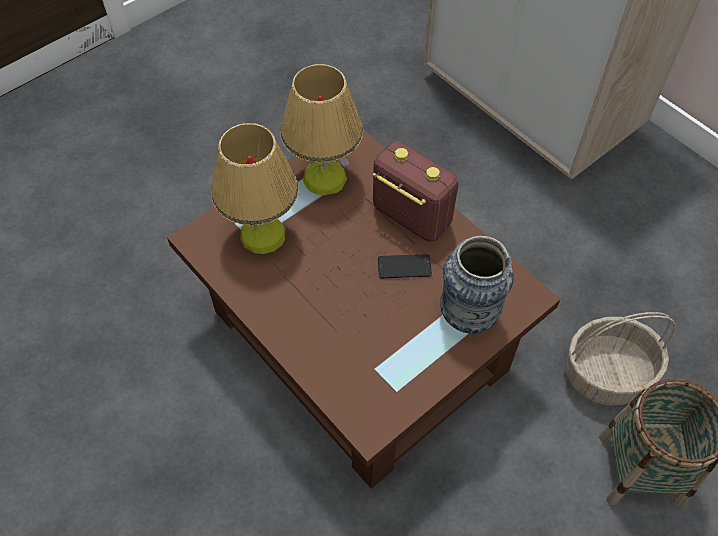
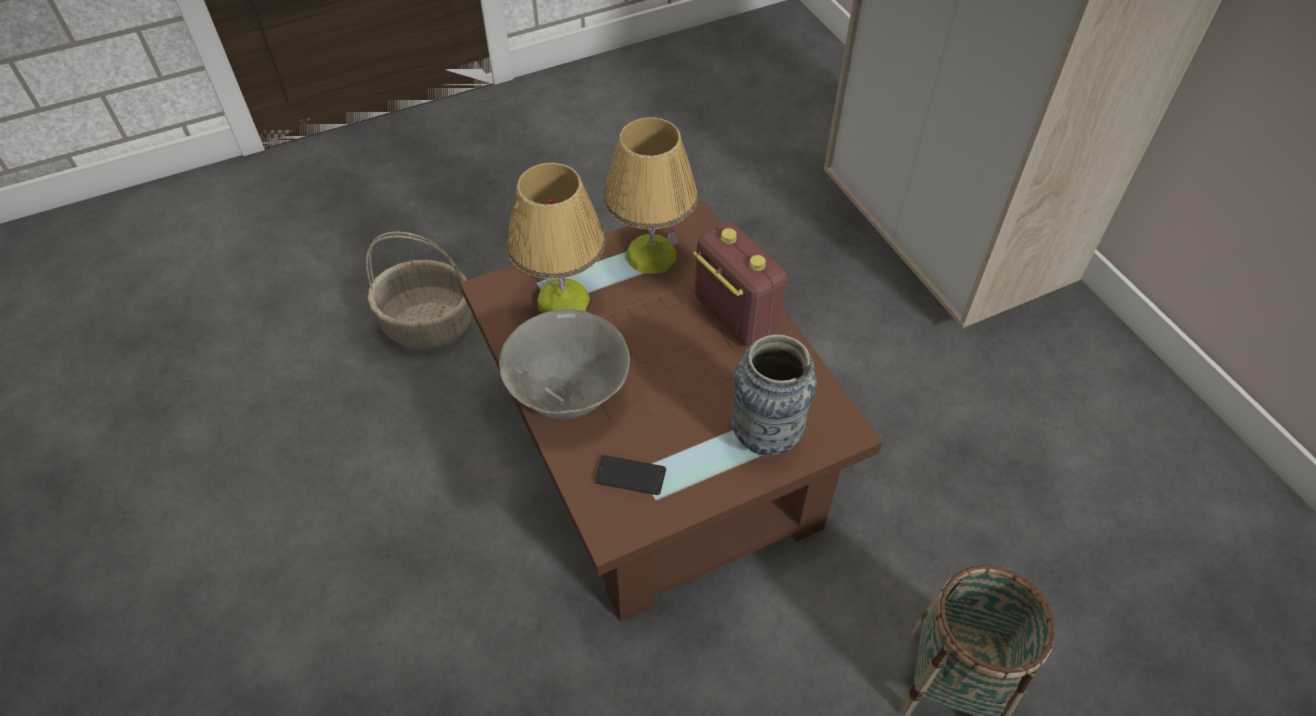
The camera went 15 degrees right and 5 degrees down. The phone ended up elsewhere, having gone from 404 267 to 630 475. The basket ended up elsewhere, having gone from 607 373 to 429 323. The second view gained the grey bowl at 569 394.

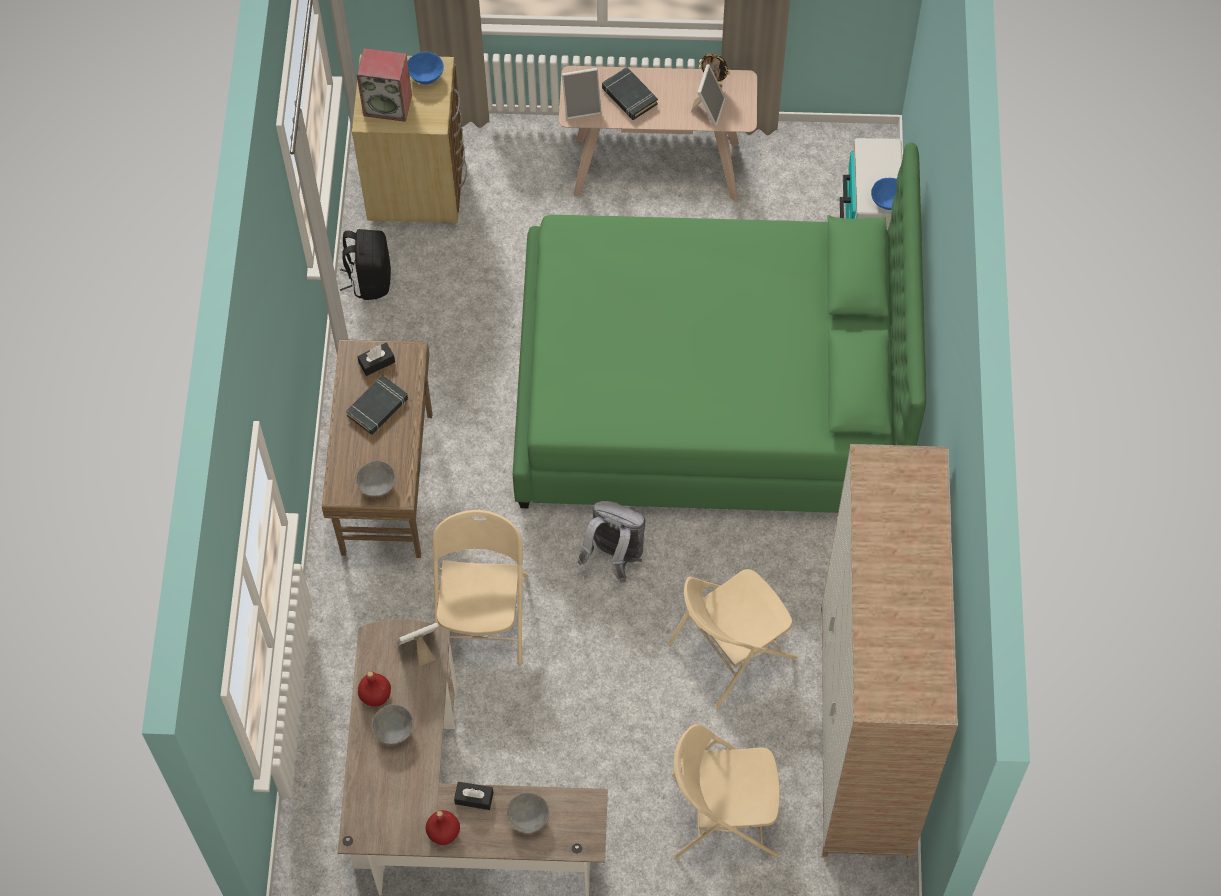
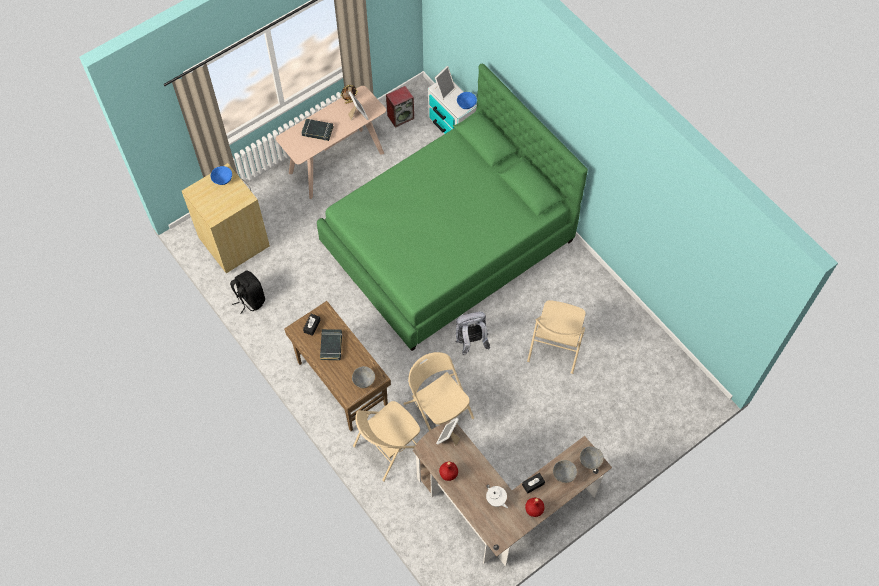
The camera went 40 degrees left and 0 degrees up. The speaker ended up elsewhere, having gone from 388 105 to 400 116. The grey bowl ended up elsewhere, having gone from 394 730 to 590 461. The picture frame ended up elsewhere, having gone from 582 106 to 444 90. The beige chair ended up elsewhere, having gone from 723 814 to 389 446. The second view lost the white wardrobe at 866 732. The second view gained the white teapot at 496 499.

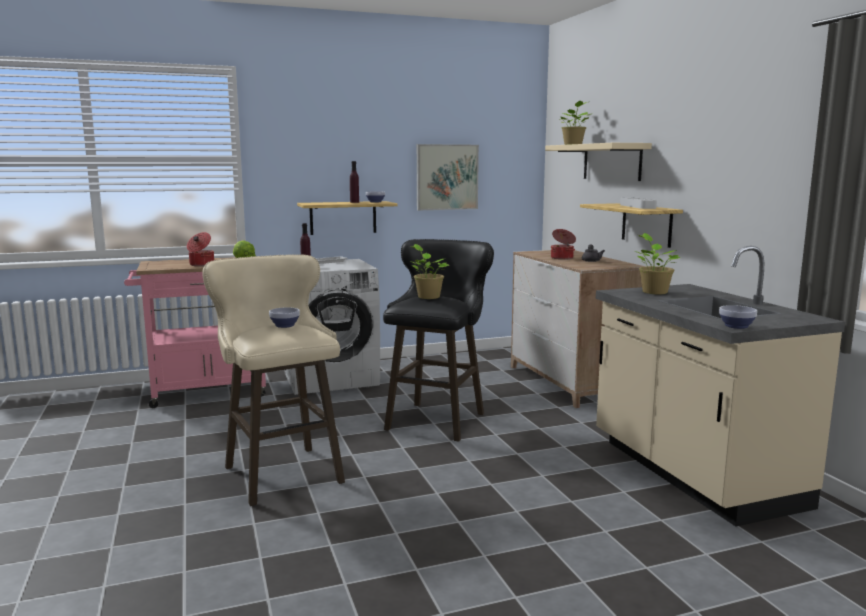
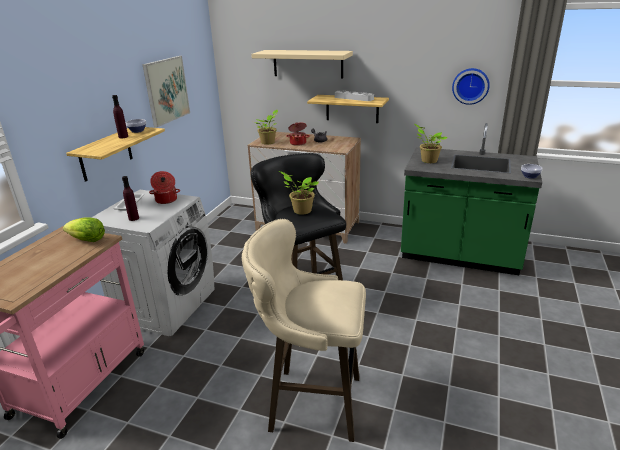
The camera went 50 degrees left and 15 degrees up. The cooking pot ended up elsewhere, having gone from 201 265 to 166 200. The second view lost the bowl at 284 326. The potted plant ended up elsewhere, having gone from 573 145 to 268 142. What was the beige counter at 692 474 turned into the green counter at 459 256. The second view gained the wall clock at 470 86.

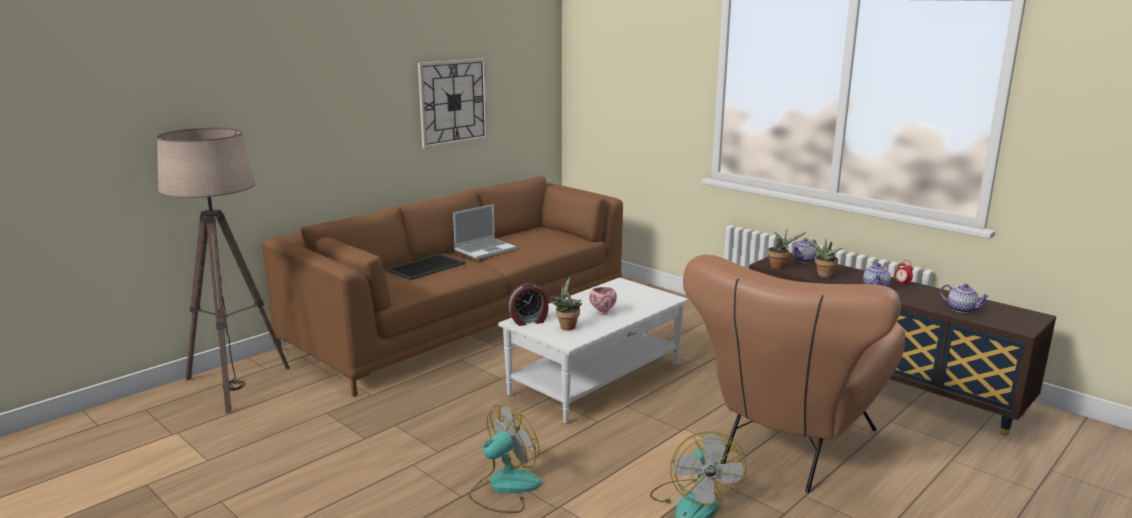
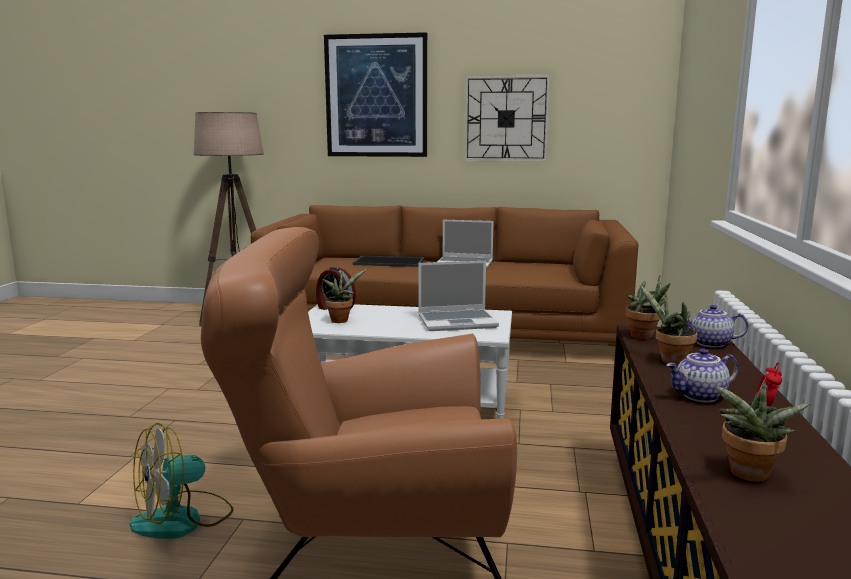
The camera went 55 degrees right and 5 degrees down. The second view lost the fan at 504 488. The second view lost the pink bowl at 603 313. Where the teapot stood at 962 309, the potted plant came to stand at 748 476. The second view gained the picture at 376 96. The second view gained the laptop at 458 322.

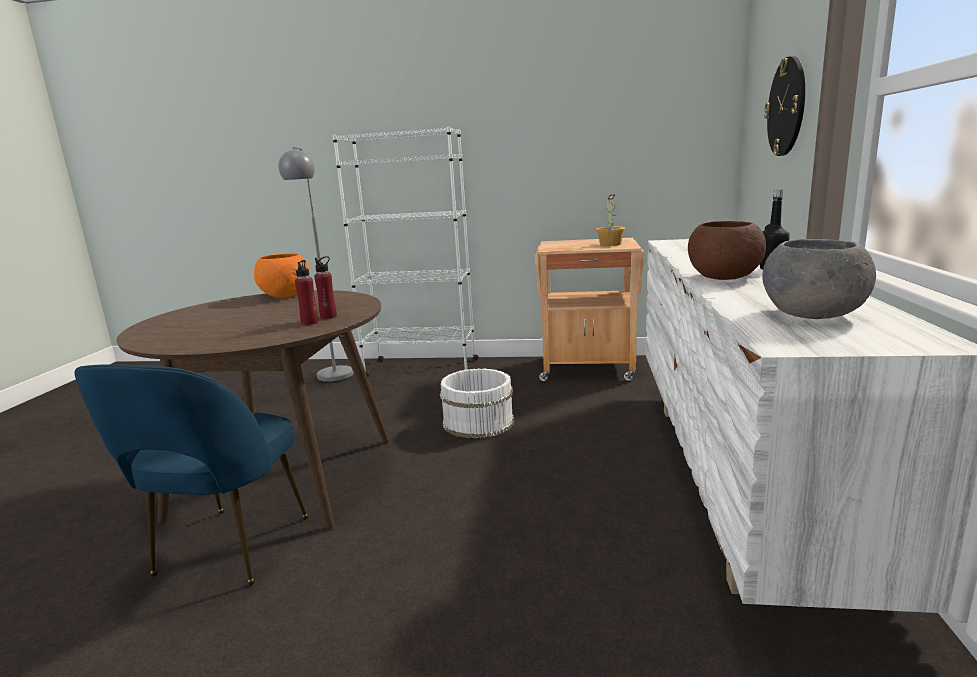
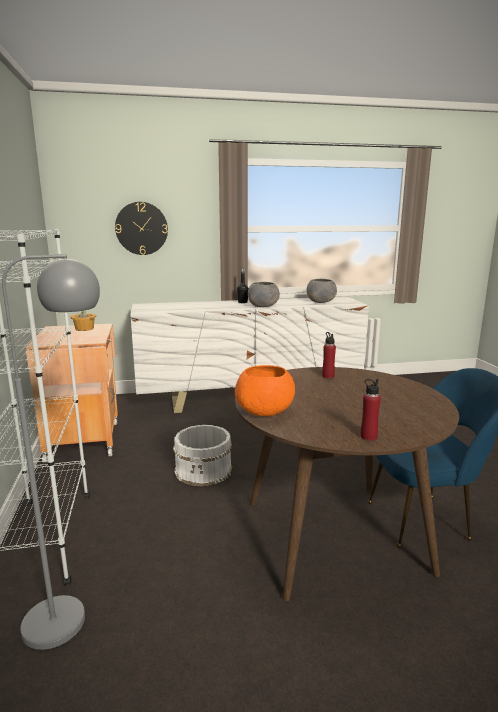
The camera went 110 degrees left and 0 degrees up. The red bottle ended up elsewhere, having gone from 310 323 to 368 436. What was the brown bowl at 724 277 turned into the grey bowl at 263 306.

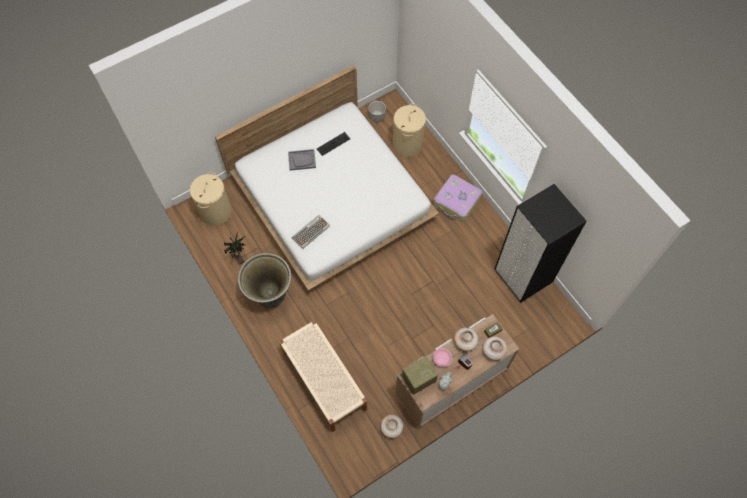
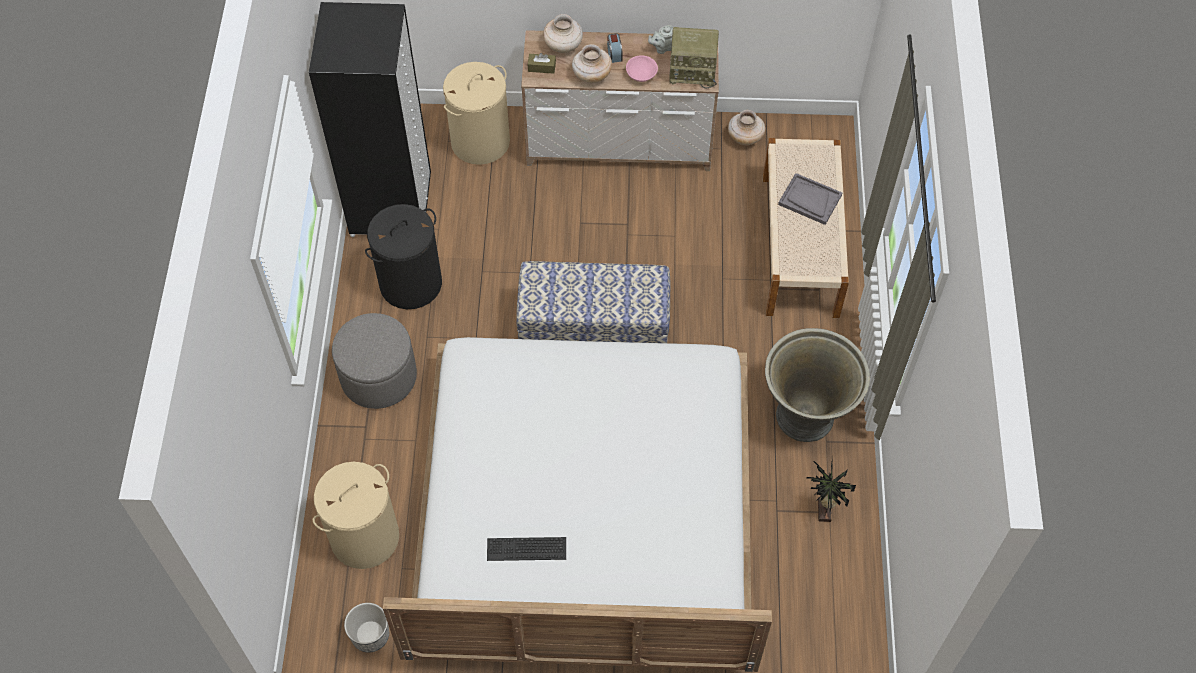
The camera went 145 degrees left and 5 degrees down. The beige laundry basket ended up elsewhere, having gone from 216 211 to 480 142. The grey tray ended up elsewhere, having gone from 302 160 to 809 200. The second view lost the keyboard at 311 231. Where the suitcase stood at 457 202, the grey ottoman came to stand at 378 376. The second view gained the black laundry basket at 410 283. The second view gained the bench at 593 329.

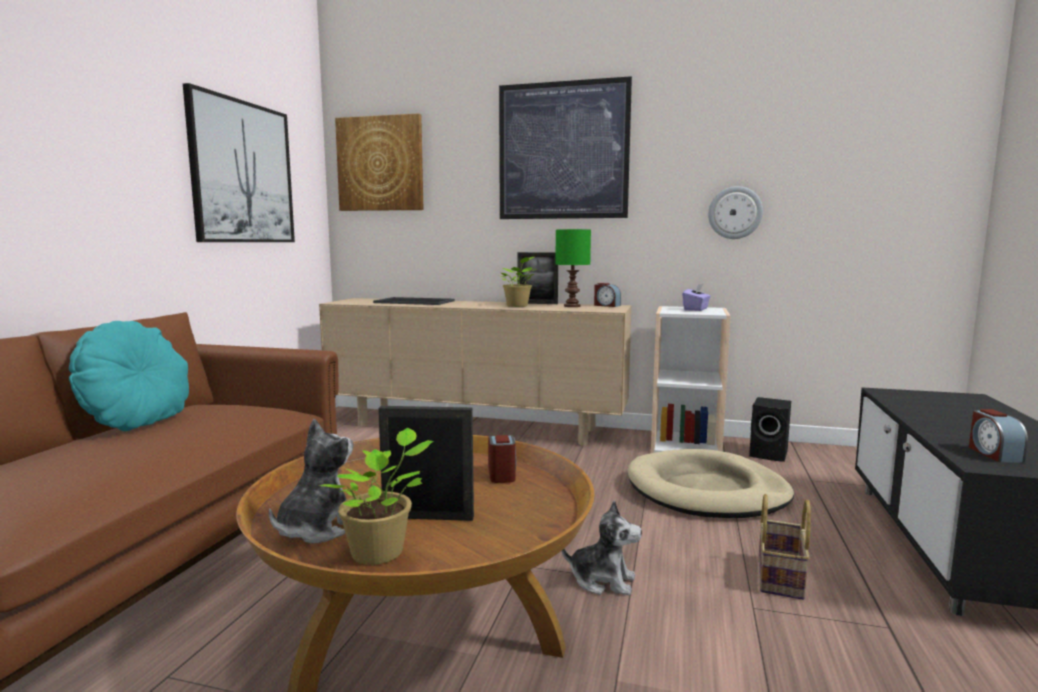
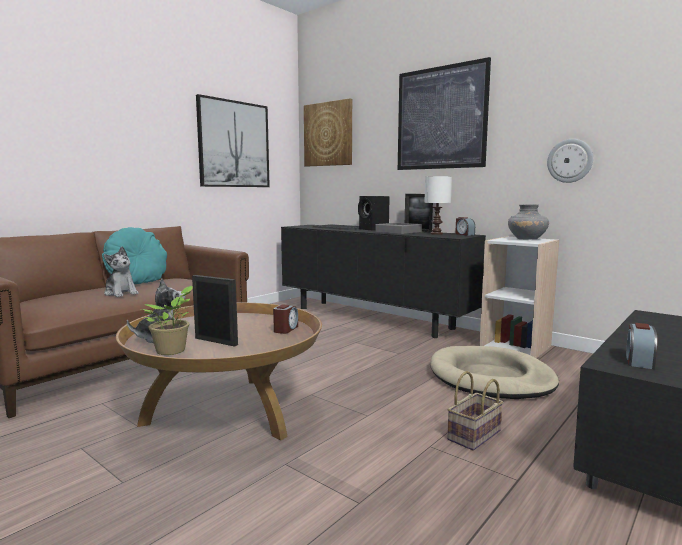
The camera went 25 degrees right and 0 degrees up. What was the beige cabinet at 475 427 turned into the black cabinet at 372 317. Where the potted plant stood at 518 306, the grey tray came to stand at 398 232. What was the green table lamp at 572 306 turned into the white table lamp at 436 234. The plush toy ended up elsewhere, having gone from 602 580 to 121 293. Where the purple tissue box stood at 696 309, the grey vase came to stand at 527 239. The black speaker ended up elsewhere, having gone from 770 454 to 374 229.

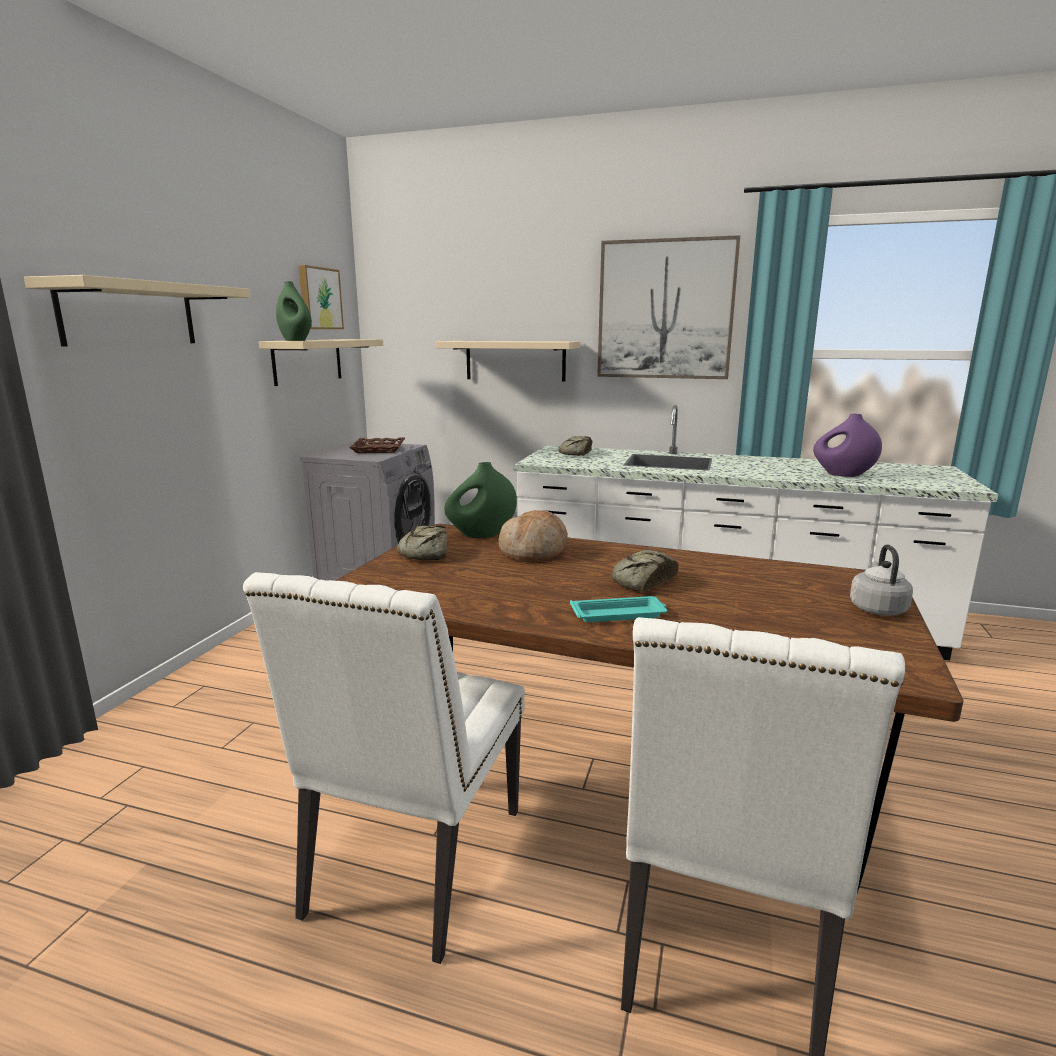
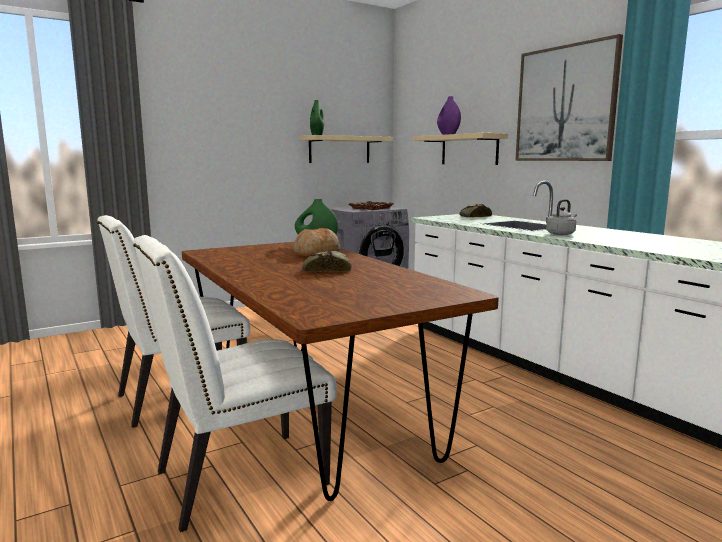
The camera went 40 degrees right and 5 degrees down. The second view lost the beige shelf at 129 314. The second view lost the picture at 319 298. The second view lost the bread at 425 553. The second view lost the turquoise tray at 619 614. The purple vase ended up elsewhere, having gone from 843 475 to 448 134. The grey kettle ended up elsewhere, having gone from 877 608 to 561 234.

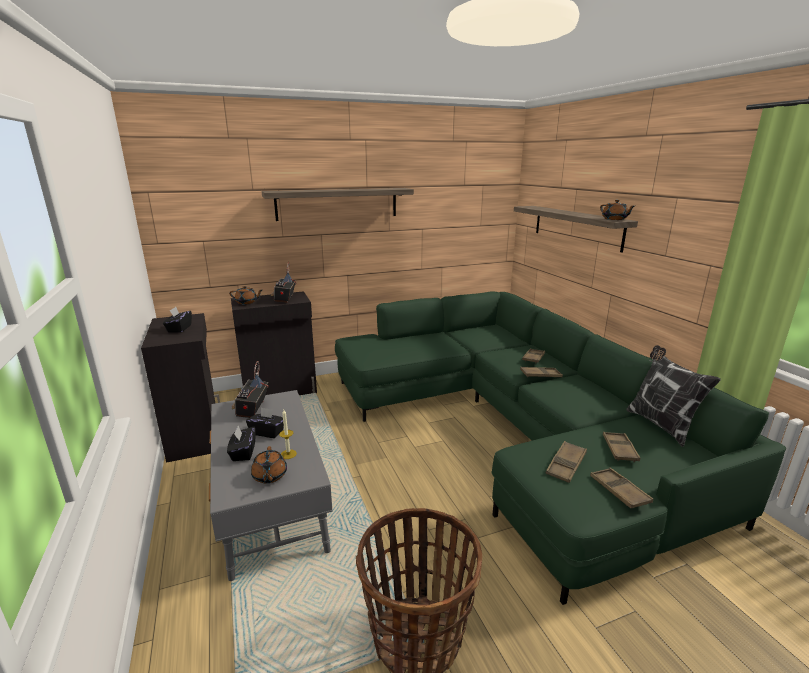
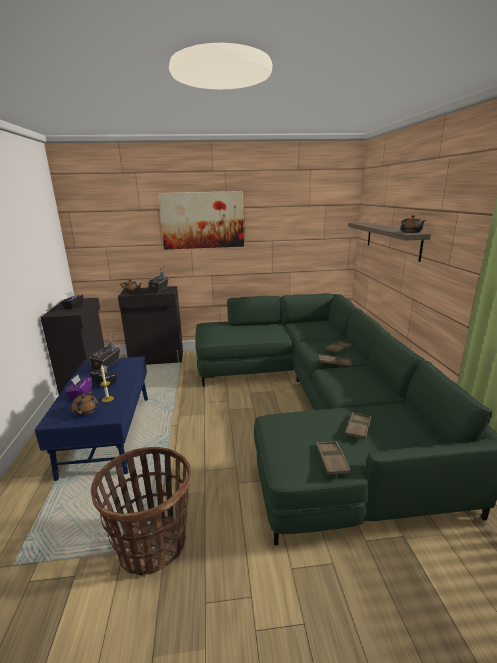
The camera went 15 degrees right and 0 degrees up. What was the grey coffee table at 271 503 turned into the blue coffee table at 108 434. What was the black tissue box at 243 452 turned into the purple tissue box at 80 394. Where the shelf hung at 337 203, the picture came to hang at 202 220. The second view lost the brown tray at 566 465. The second view lost the pillow at 660 424.

